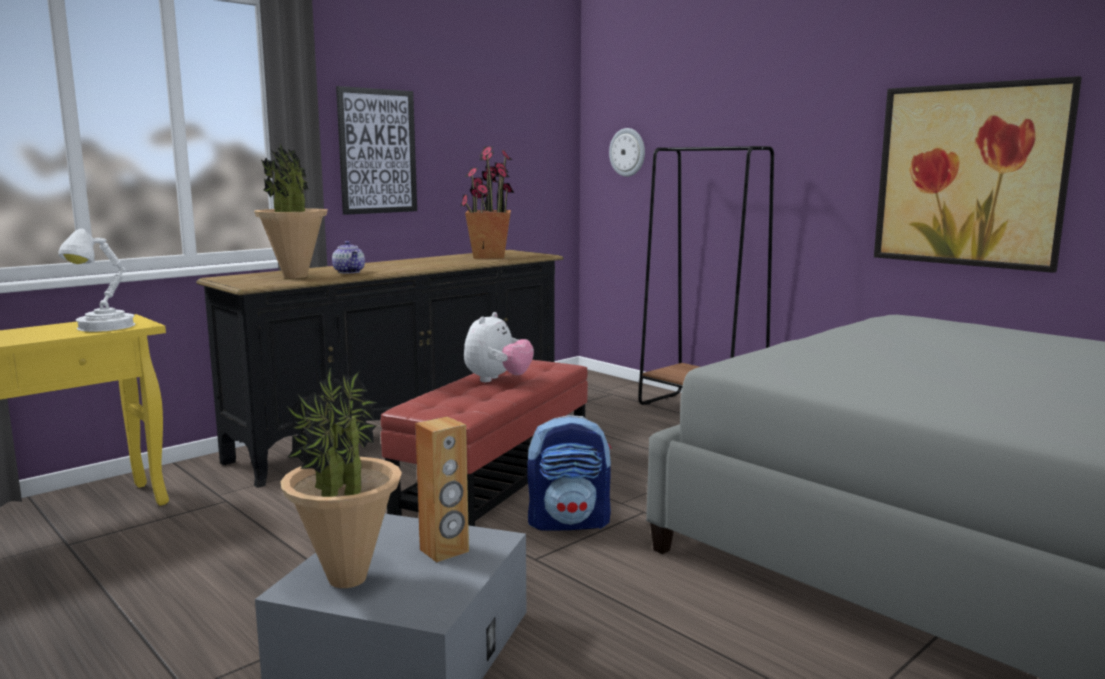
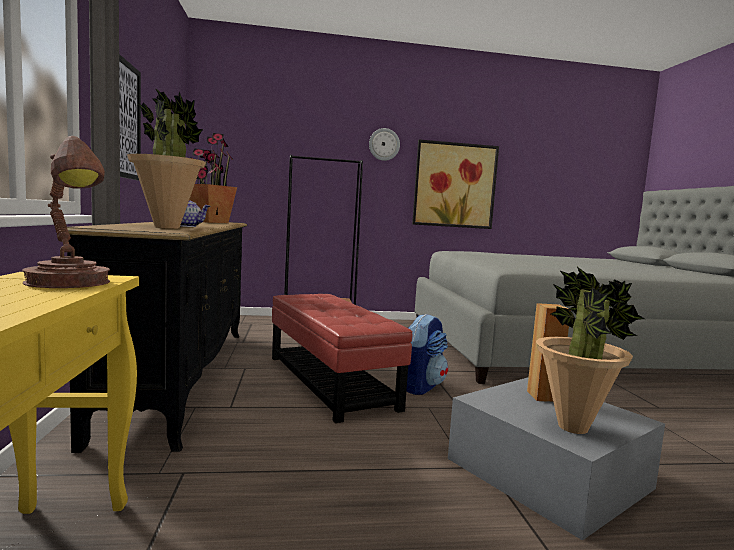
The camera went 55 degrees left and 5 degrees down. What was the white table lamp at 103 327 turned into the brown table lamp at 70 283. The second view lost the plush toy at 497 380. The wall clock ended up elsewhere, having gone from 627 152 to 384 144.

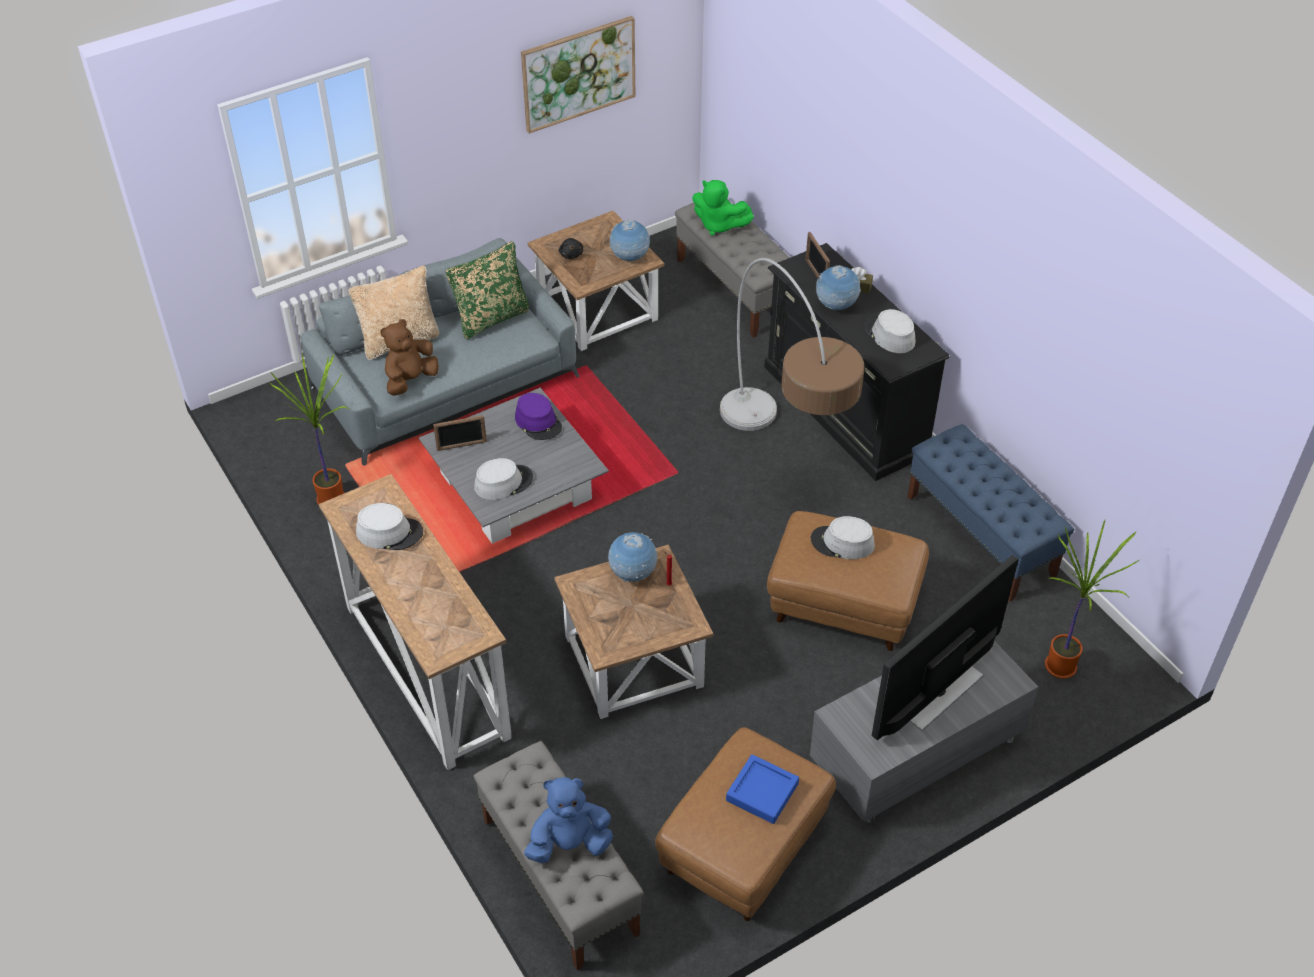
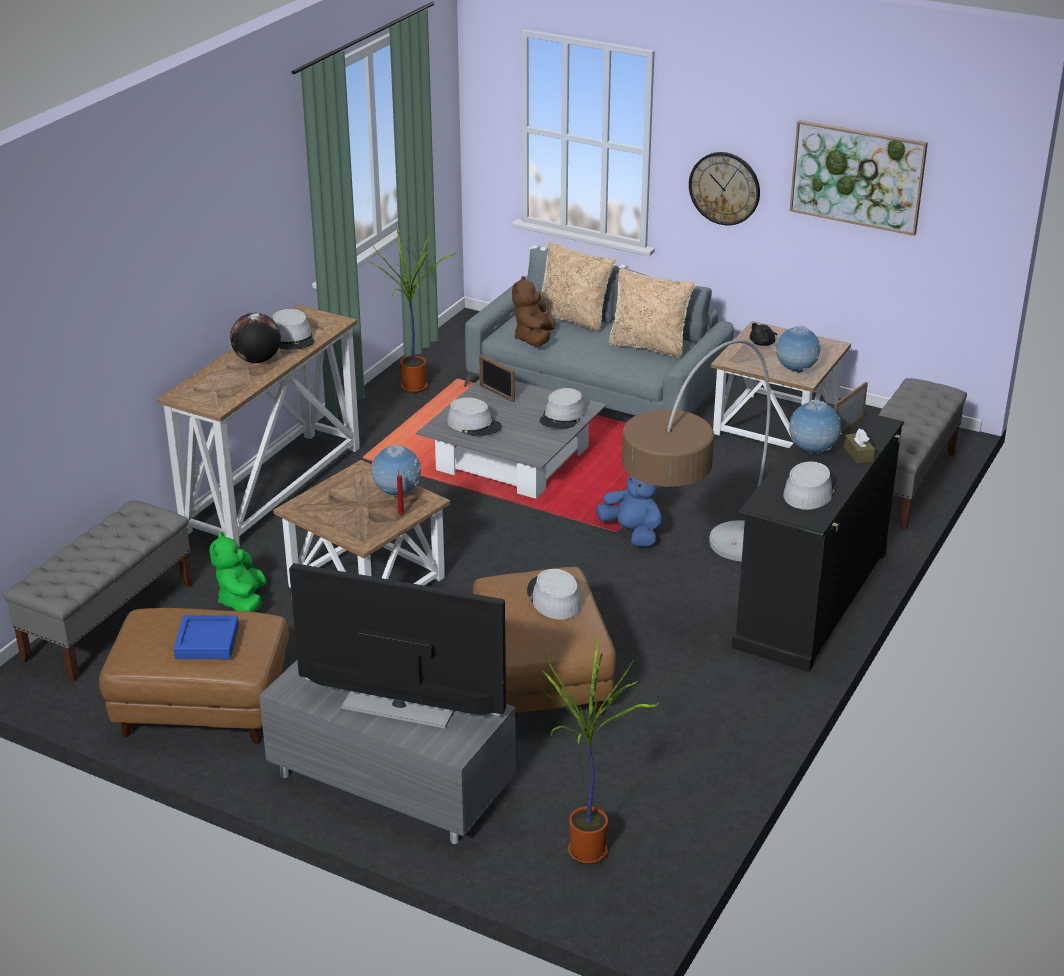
The camera went 60 degrees right and 15 degrees down. The brown plush toy at 410 380 ended up facing another way, 90 degrees counterclockwise from before. What was the green pillow at 492 320 turned into the beige pillow at 649 348. What was the purple hat at 538 422 turned into the grey hat at 562 417. The blue plush toy ended up elsewhere, having gone from 569 843 to 632 533. The green plush toy ended up elsewhere, having gone from 719 225 to 242 601. The second view lost the blue bench at 980 536. The second view gained the globe at 257 360. The second view gained the wall clock at 724 188.

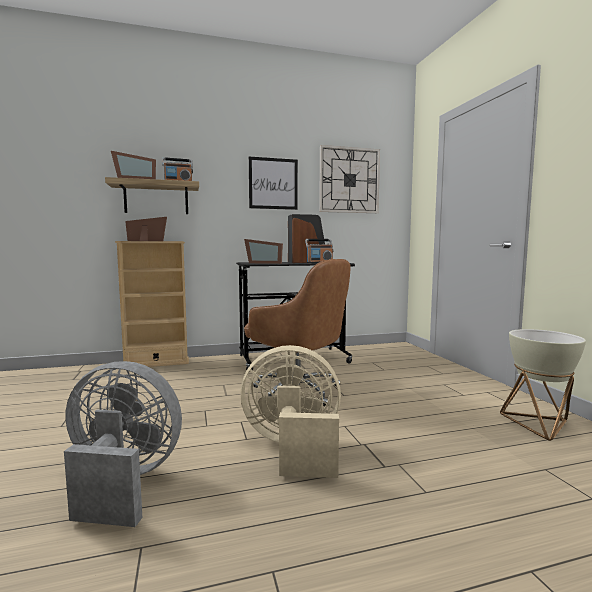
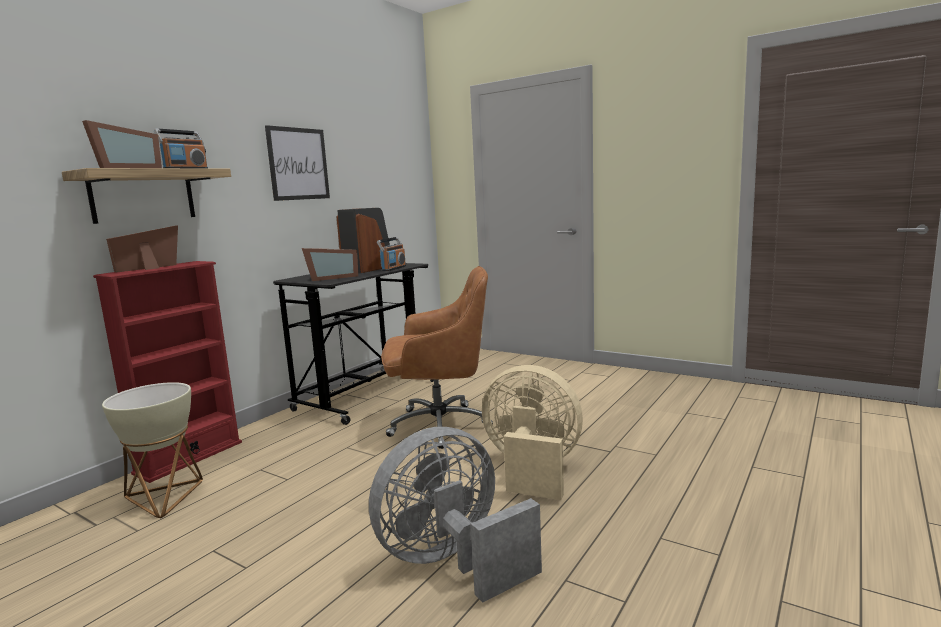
The camera went 40 degrees left and 5 degrees up. What was the beige bookcase at 157 363 turned into the red bookcase at 189 457. The beige fan at 293 449 ended up facing another way, 60 degrees clockwise from before. The second view lost the wall clock at 349 180. The planter ended up elsewhere, having gone from 538 424 to 166 497.

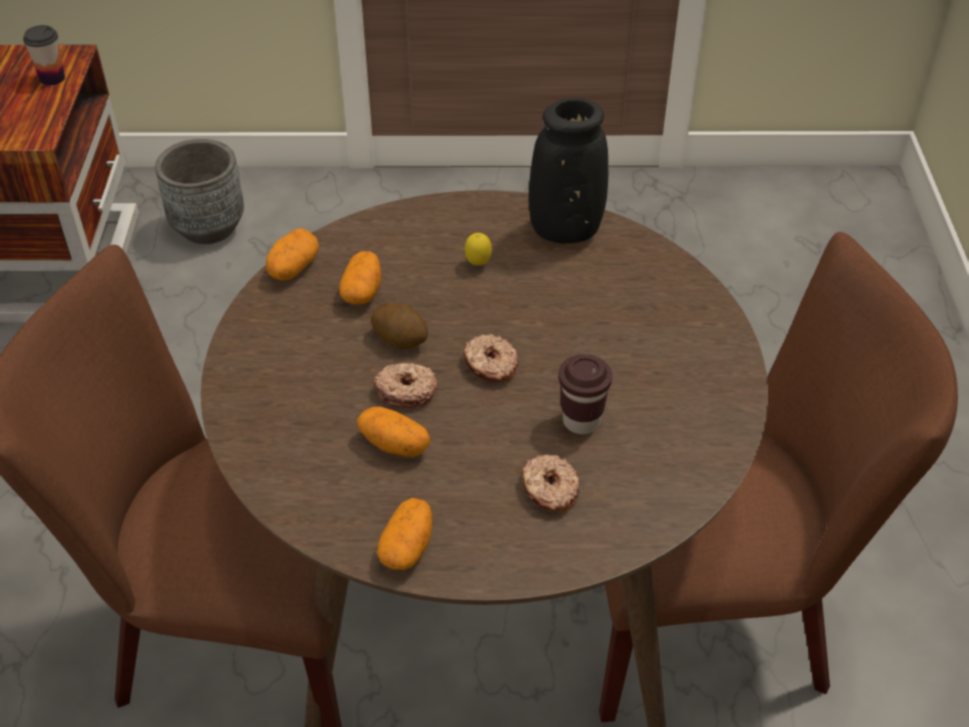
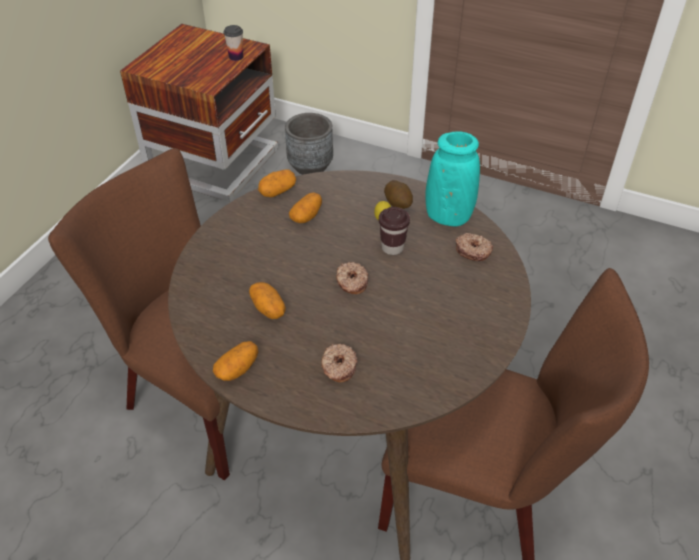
The camera went 25 degrees right and 0 degrees up. The potato ended up elsewhere, having gone from 400 338 to 398 203. The donut ended up elsewhere, having gone from 406 391 to 473 250. What was the black vase at 565 230 turned into the turquoise vase at 448 217. The brown cup ended up elsewhere, having gone from 581 421 to 392 248.

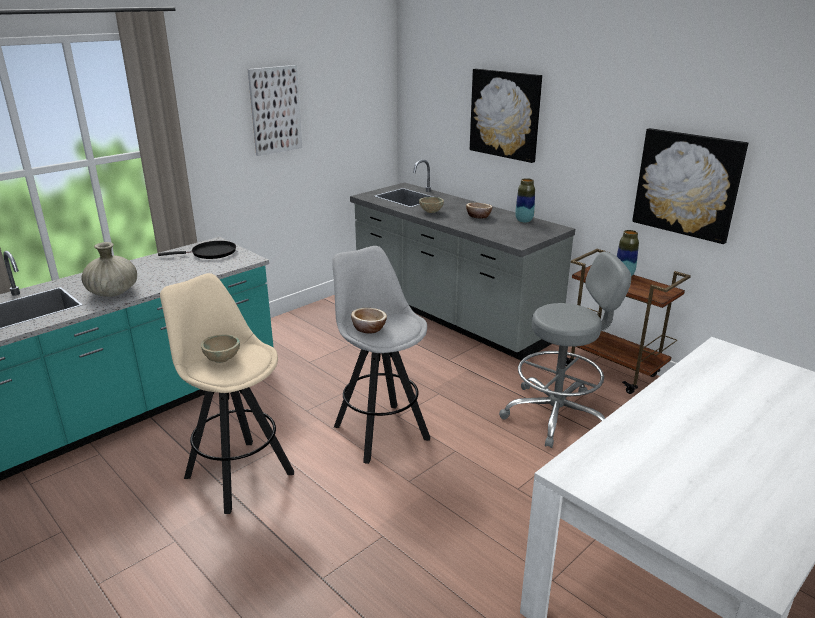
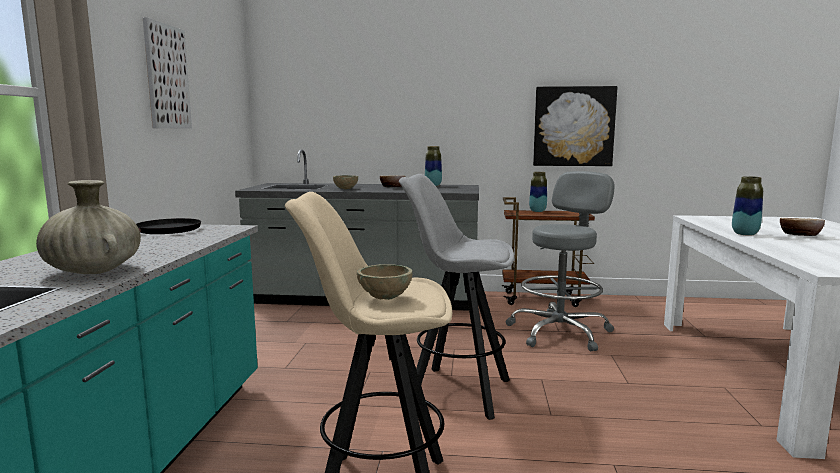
The camera went 40 degrees left and 15 degrees down. The bowl ended up elsewhere, having gone from 369 329 to 800 235. The second view lost the picture at 505 114. The second view gained the vase at 745 234.

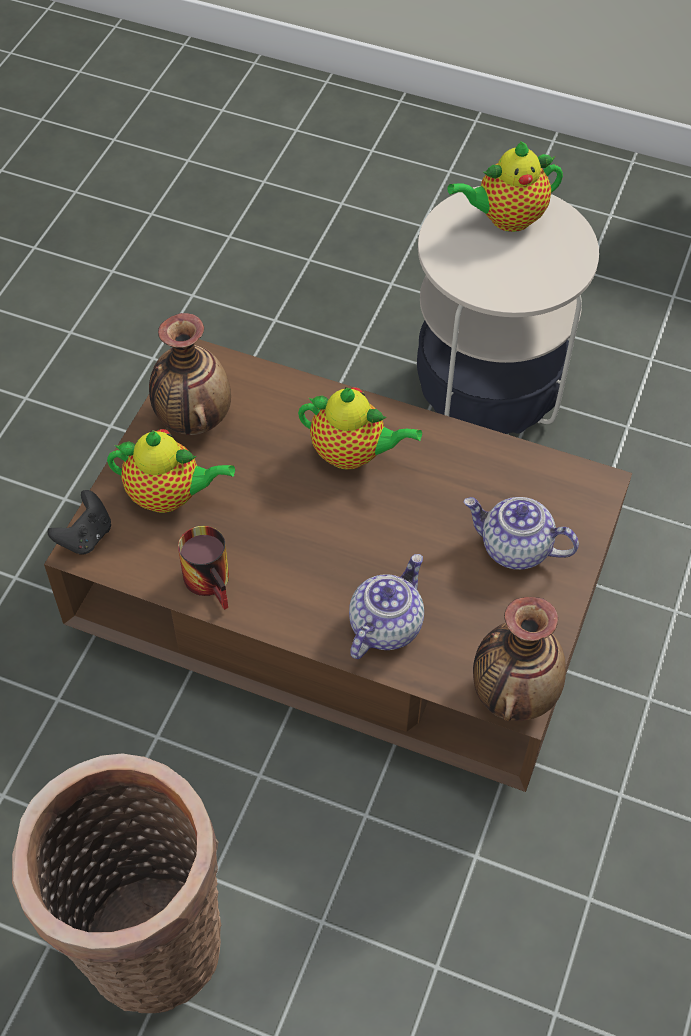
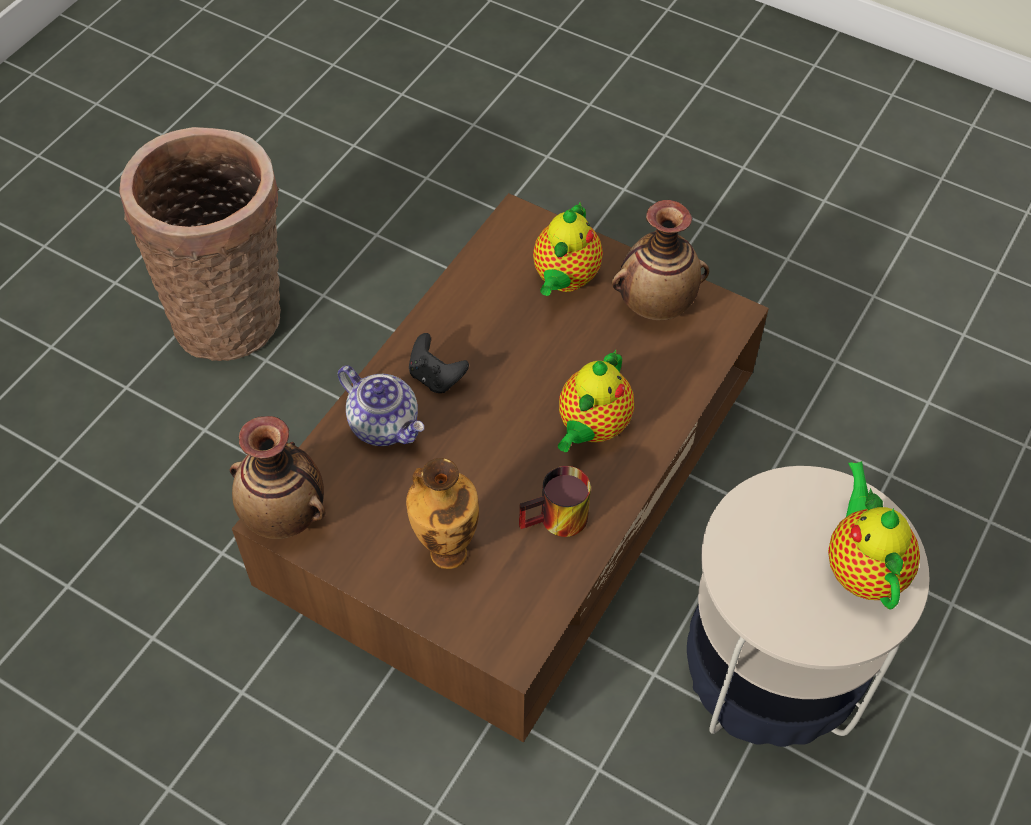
The camera went 100 degrees right and 0 degrees up. The black game controller ended up elsewhere, having gone from 85 536 to 436 377. The mug ended up elsewhere, having gone from 214 581 to 557 522. Where the teapot stood at 514 548, the vase came to stand at 446 551.

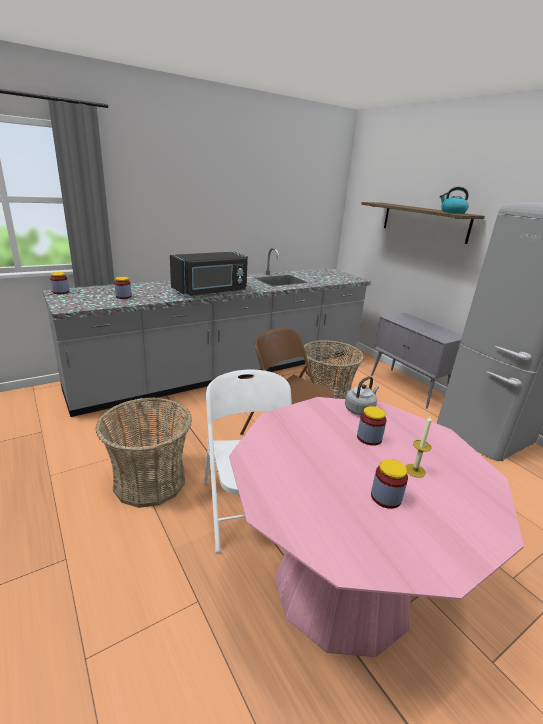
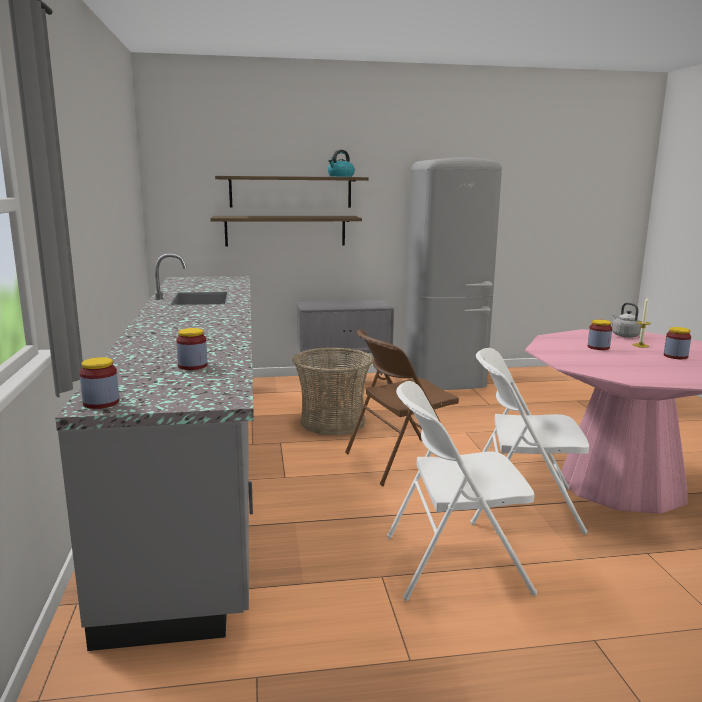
The camera went 65 degrees left and 10 degrees down. Where the basket stood at 150 481, the white chair came to stand at 456 563. The second view lost the black microwave at 211 292. The grey kettle ended up elsewhere, having gone from 360 409 to 624 335. The second view gained the shelf at 285 230.

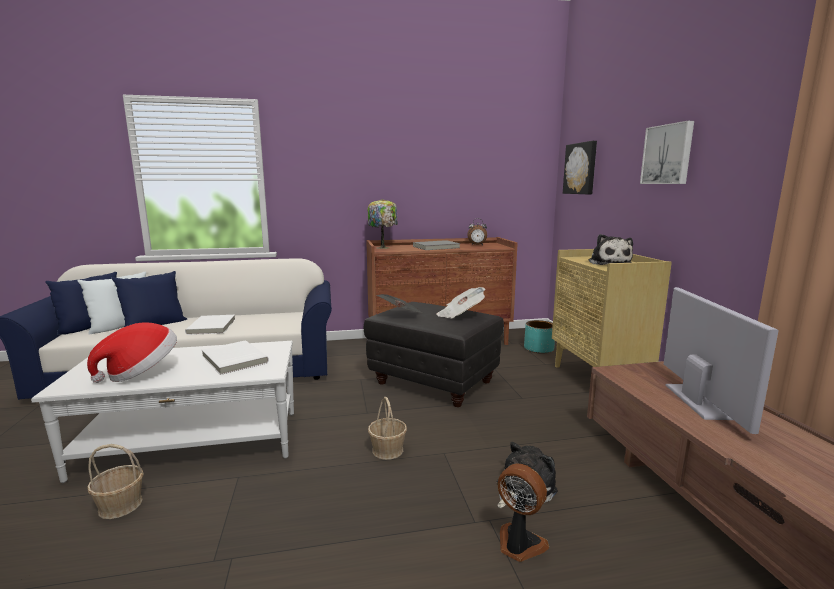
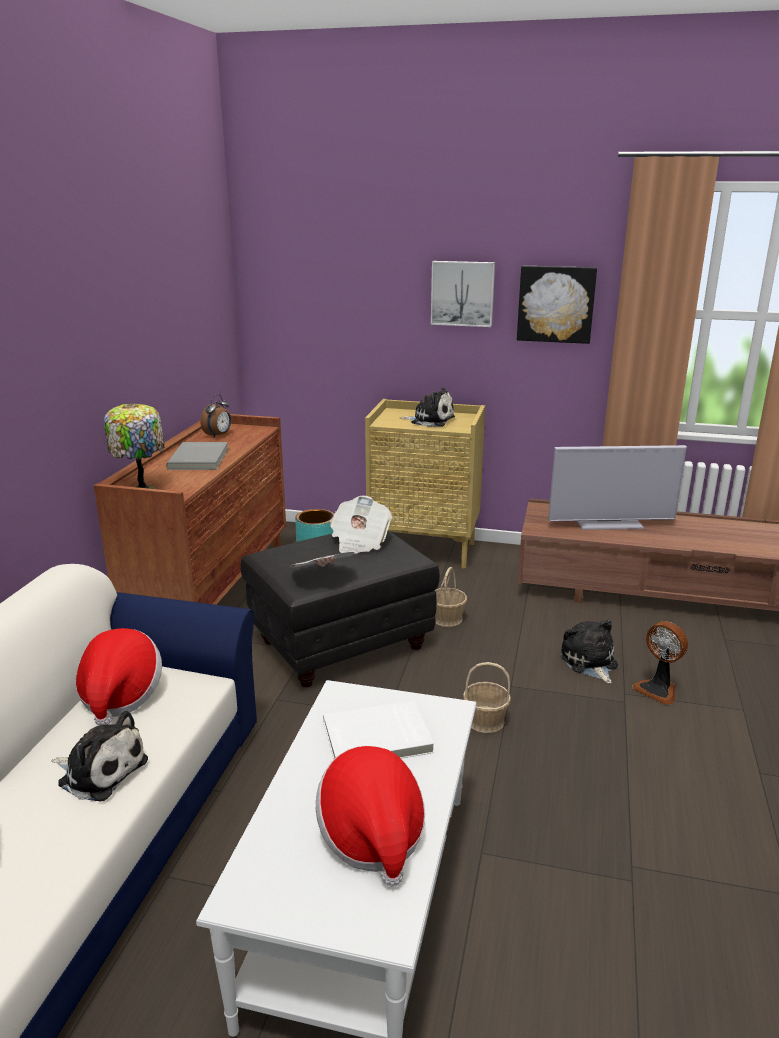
The camera went 65 degrees left and 10 degrees up. The basket ended up elsewhere, having gone from 120 505 to 447 618. Where the white book stood at 213 326, the plush toy came to stand at 100 771. The fan at 519 545 ended up facing another way, 105 degrees counterclockwise from before. The picture ended up elsewhere, having gone from 581 168 to 556 304. The television at 696 401 ended up facing another way, 150 degrees clockwise from before. The second view gained the hat at 120 695.

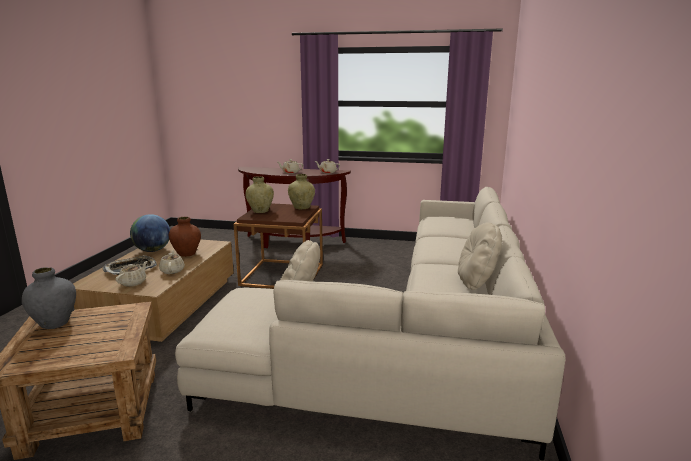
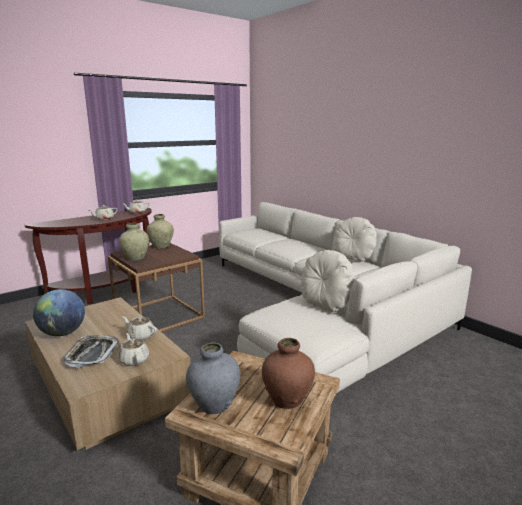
The camera went 50 degrees left and 0 degrees up. The brown vase ended up elsewhere, having gone from 186 254 to 287 400.

